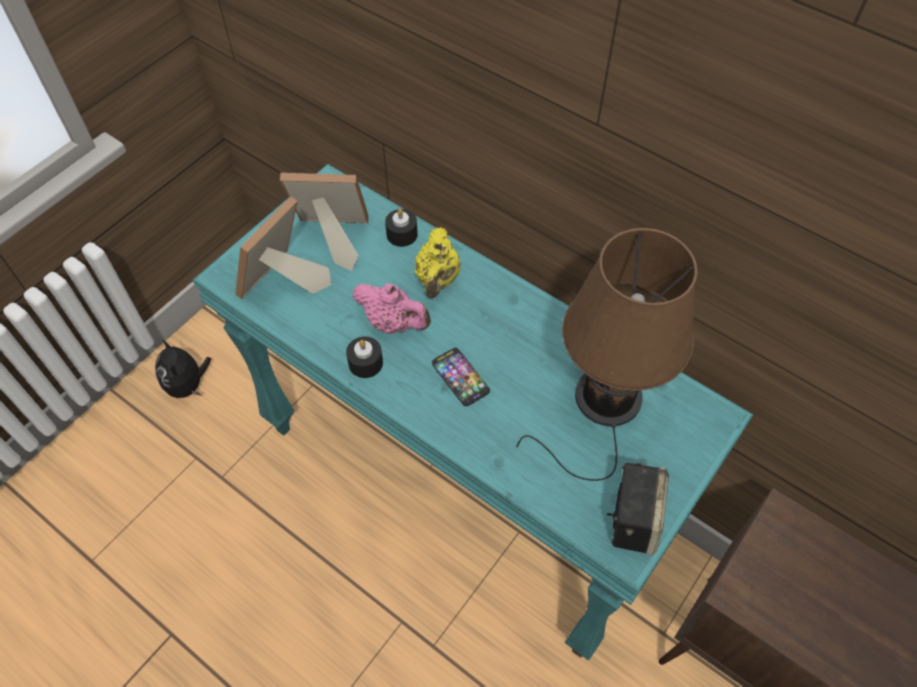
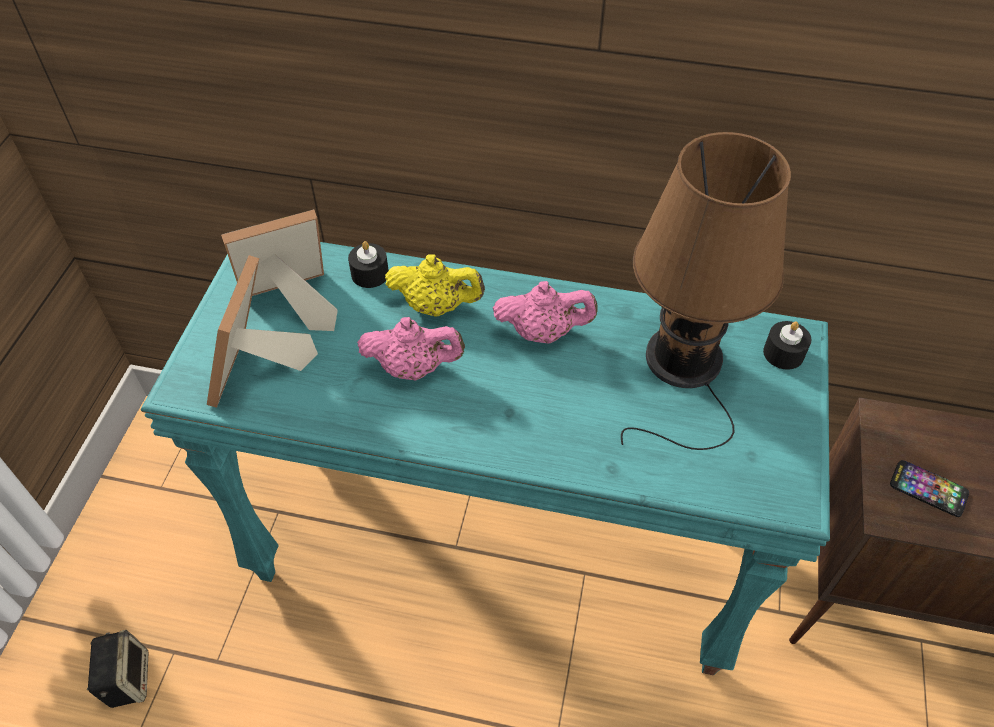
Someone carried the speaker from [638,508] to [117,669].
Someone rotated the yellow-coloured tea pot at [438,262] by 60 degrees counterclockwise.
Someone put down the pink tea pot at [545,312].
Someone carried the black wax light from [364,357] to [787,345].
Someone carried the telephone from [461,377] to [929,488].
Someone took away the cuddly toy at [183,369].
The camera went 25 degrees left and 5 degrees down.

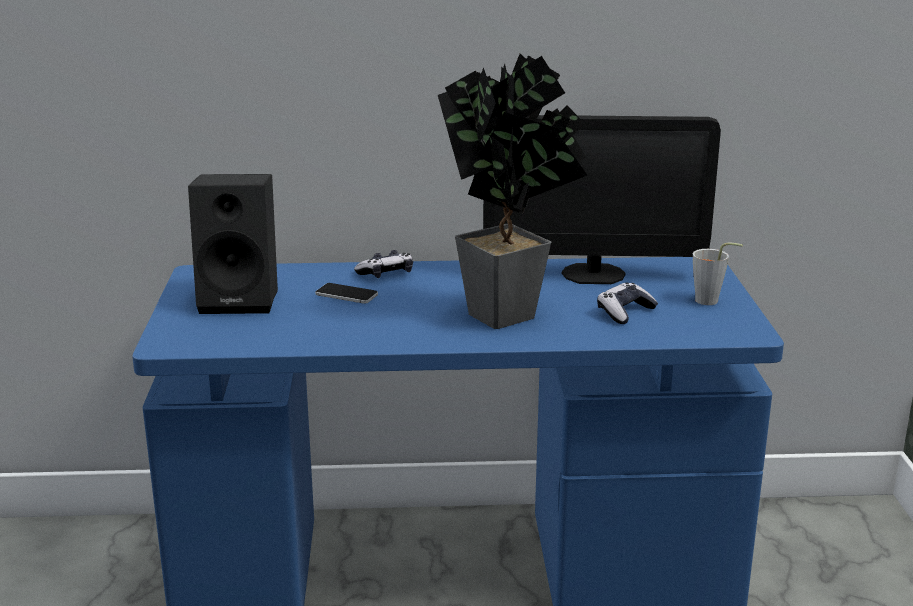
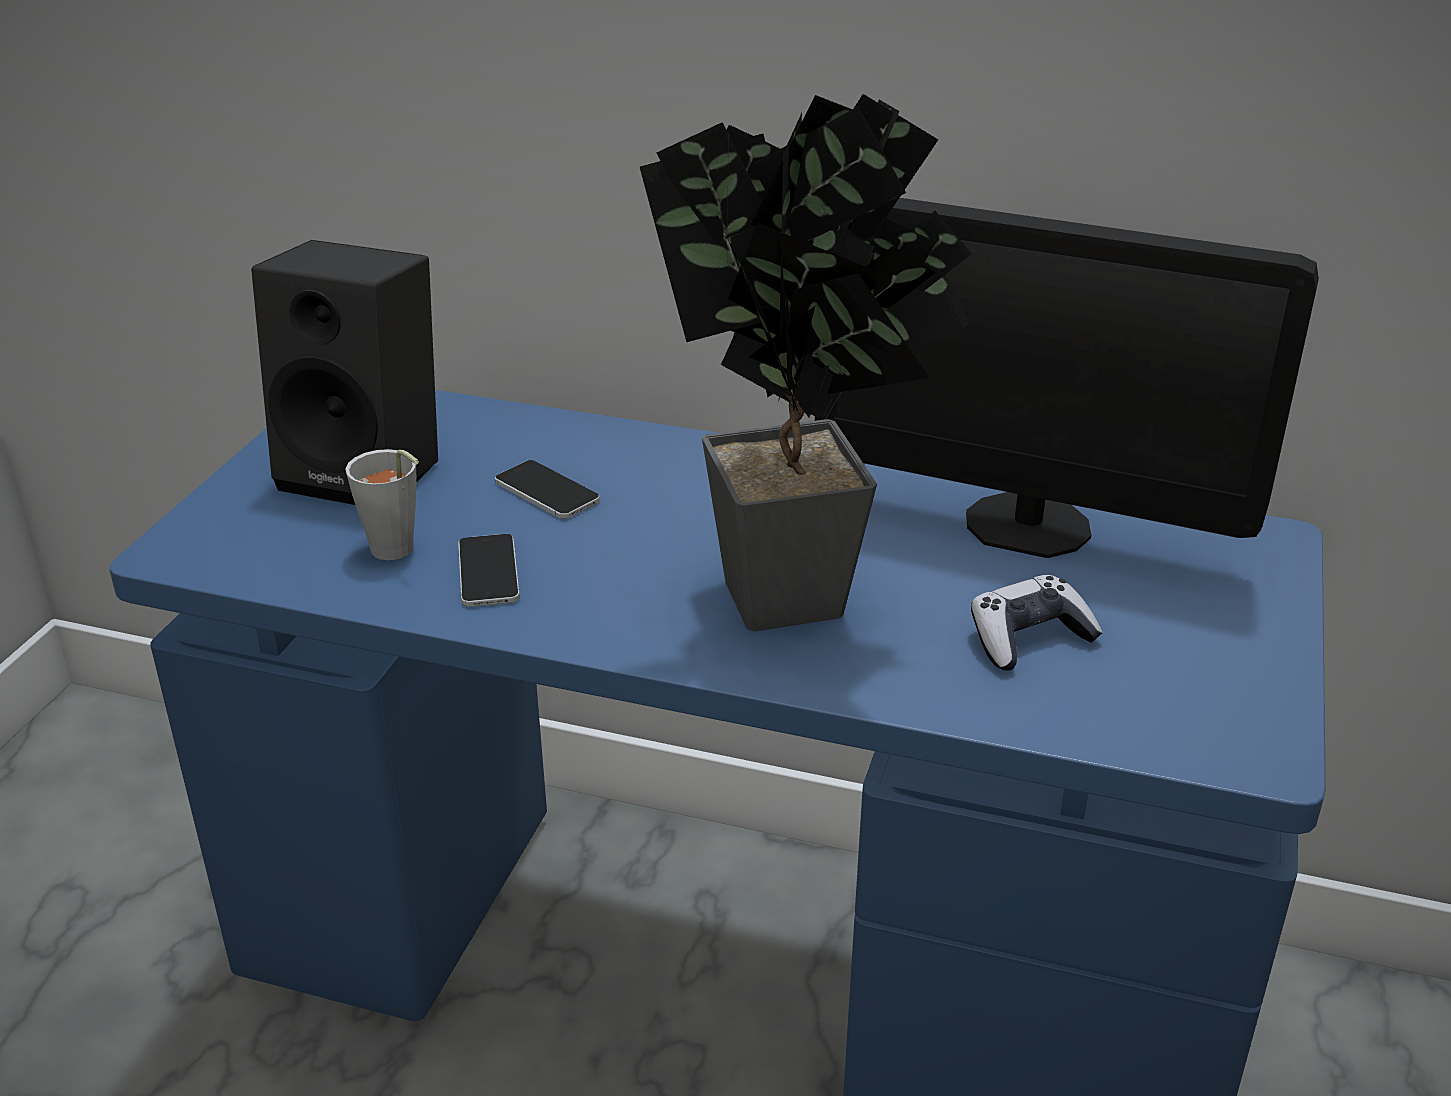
Someone carried the gray cup from [718,274] to [382,504].
Someone put down the telephone at [489,570].
Someone took away the game controller at [383,264].
The camera went 20 degrees right and 10 degrees up.

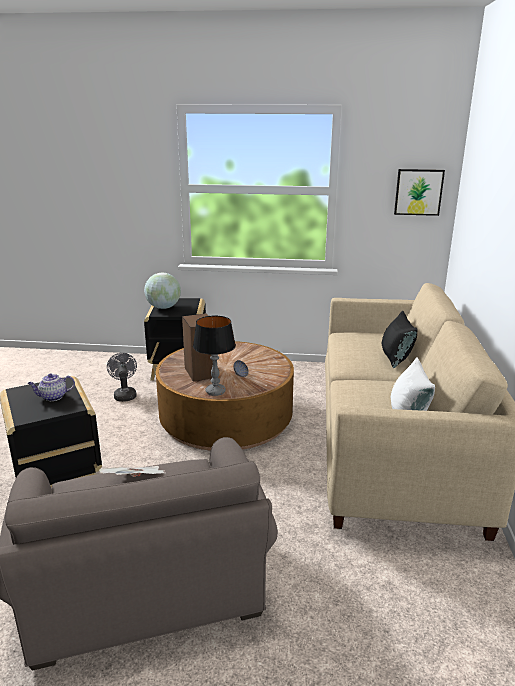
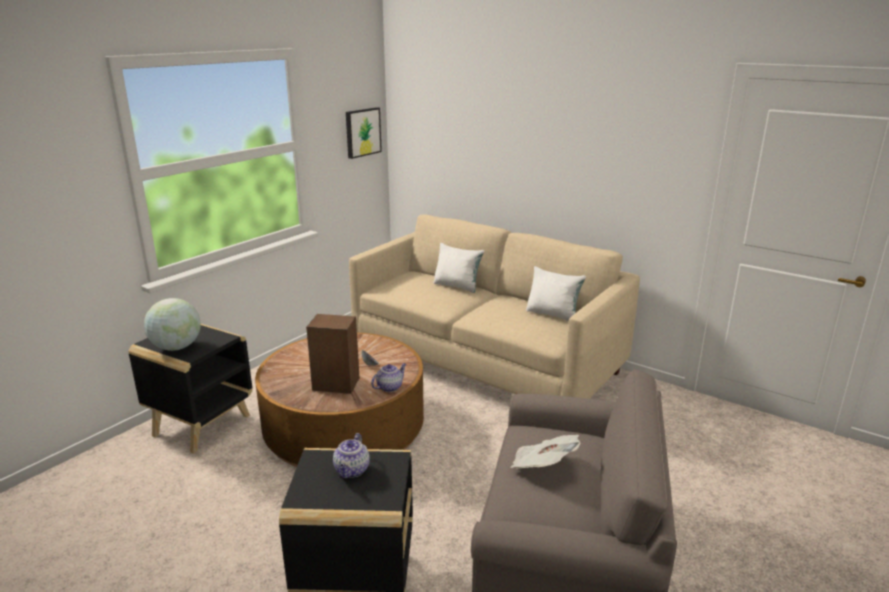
Someone swapped the tabletop lamp at [214,356] for the tea pot at [389,377].
Someone repainted the black throw pillow at [400,339], which became the white throw pillow at [458,268].
Someone took away the gray fan at [122,377].
The camera went 60 degrees left and 0 degrees up.

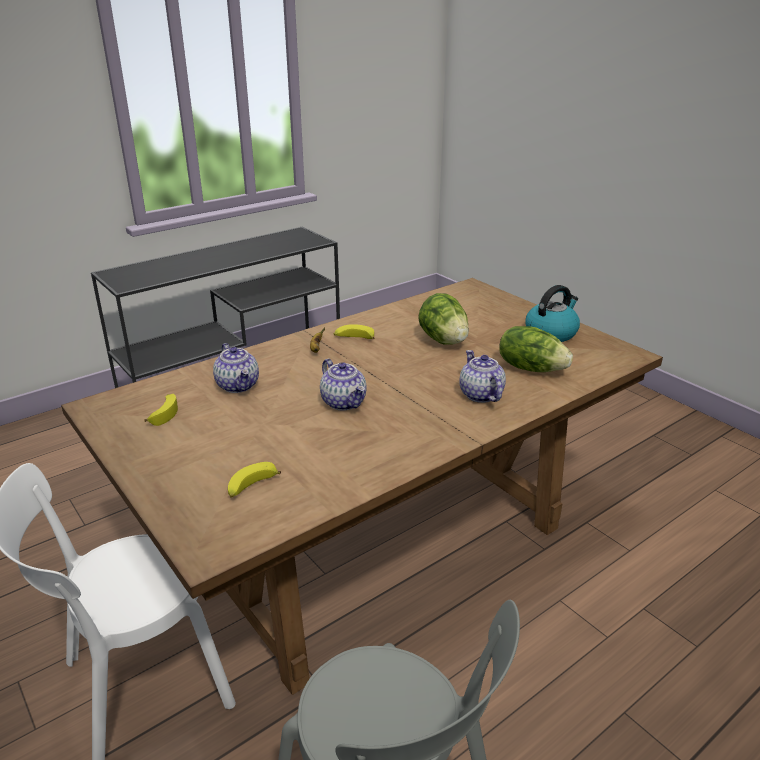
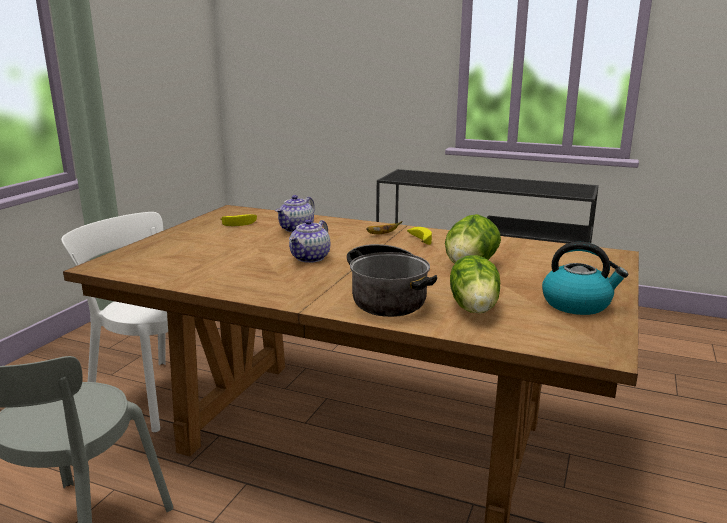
Someone swapped the tea pot at [482,376] for the stockpot at [392,280].
Someone took away the whole banana at [254,480].
The camera went 60 degrees right and 10 degrees down.

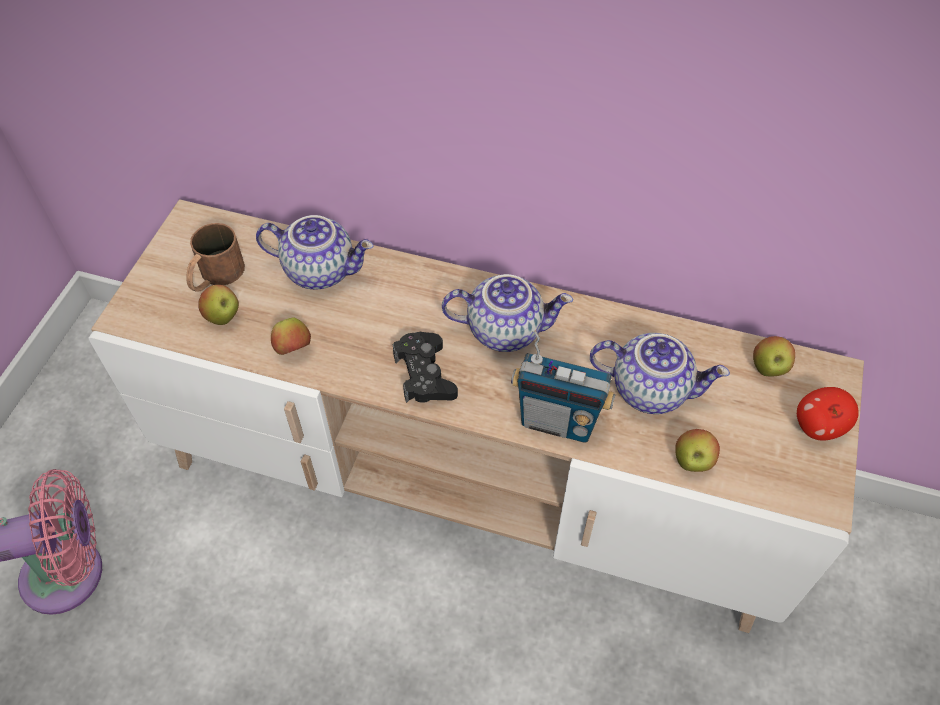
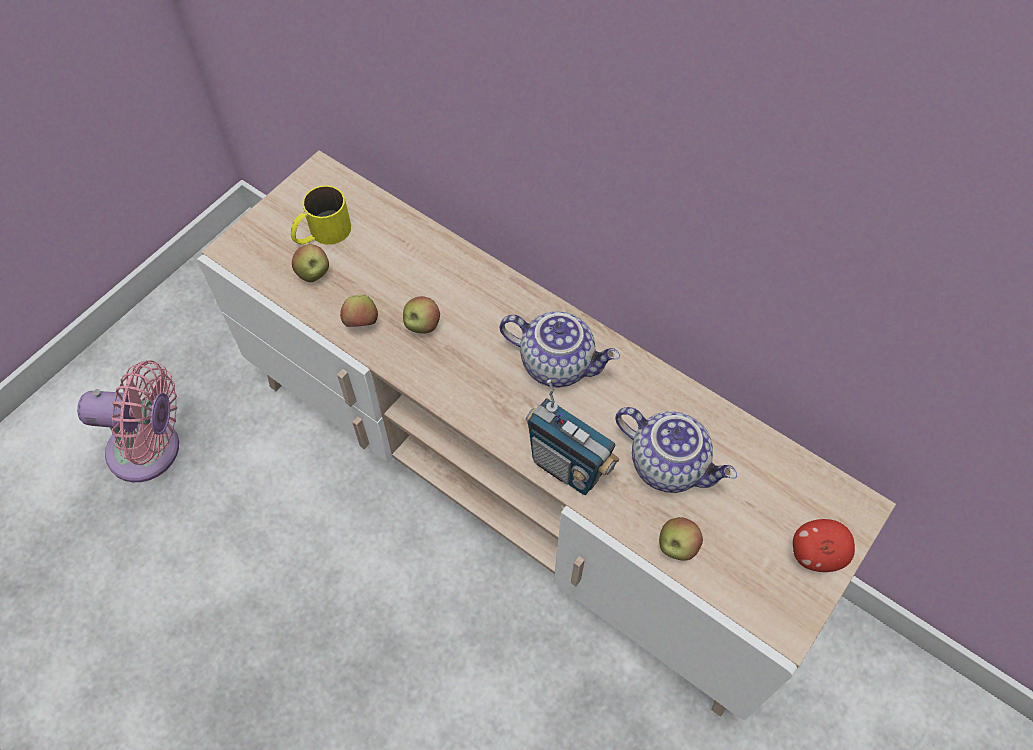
Someone repainted the brown mug at [215,257], which became the yellow-coloured mug at [321,215].
Someone carried the apple fruit from [774,356] to [421,315].
Someone took away the tea pot at [314,252].
Someone took away the black game controller at [425,367].
The camera went 20 degrees right and 5 degrees up.

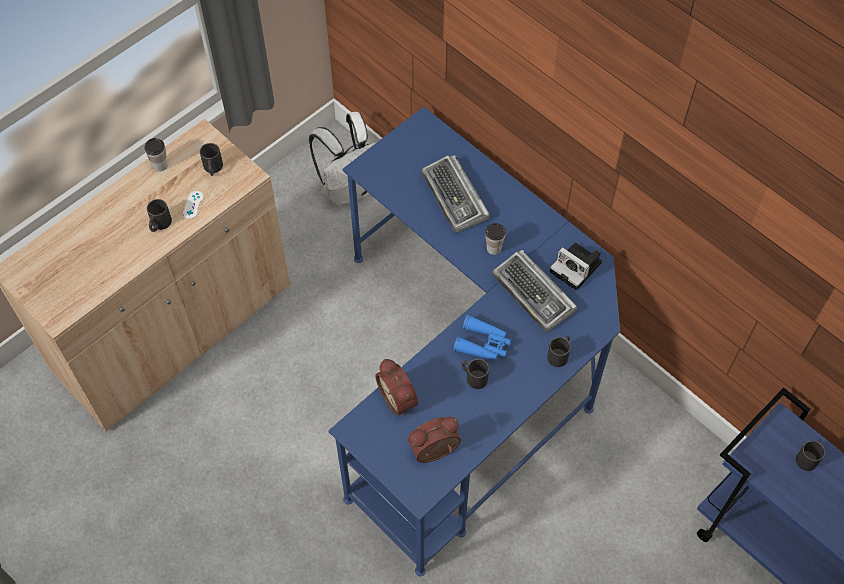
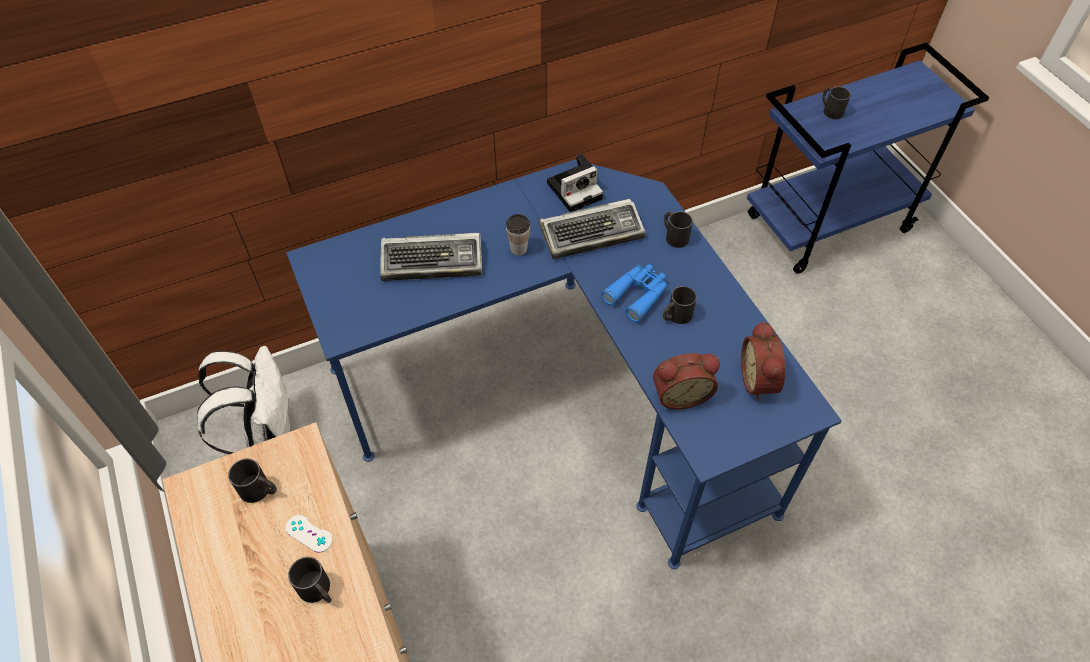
Someone took away the cup at [156,155].
The camera went 70 degrees left and 5 degrees down.

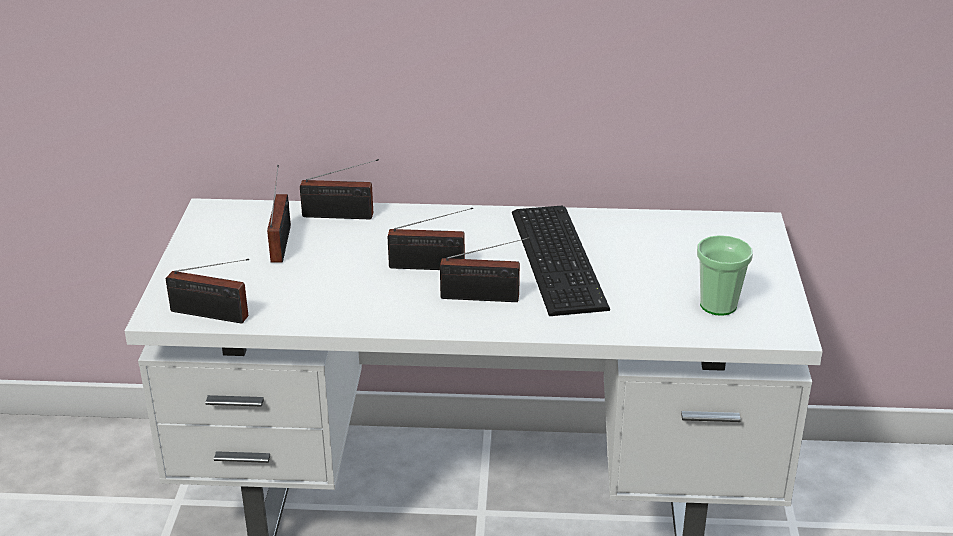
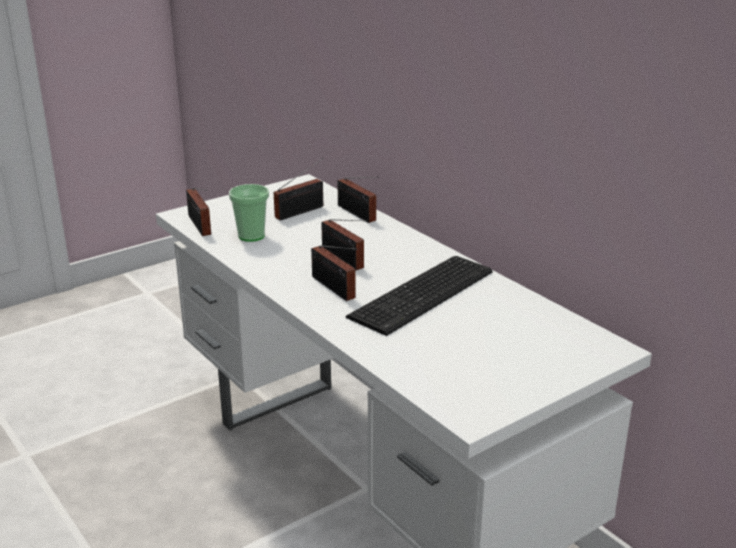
Someone carried the cup from [725,275] to [249,213].
The camera went 50 degrees right and 5 degrees down.

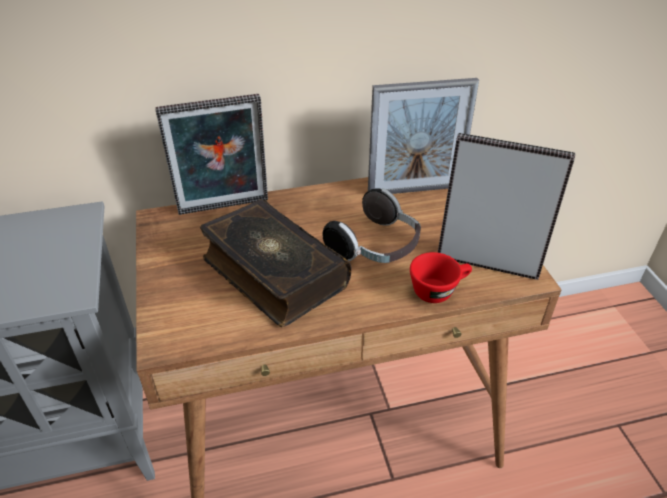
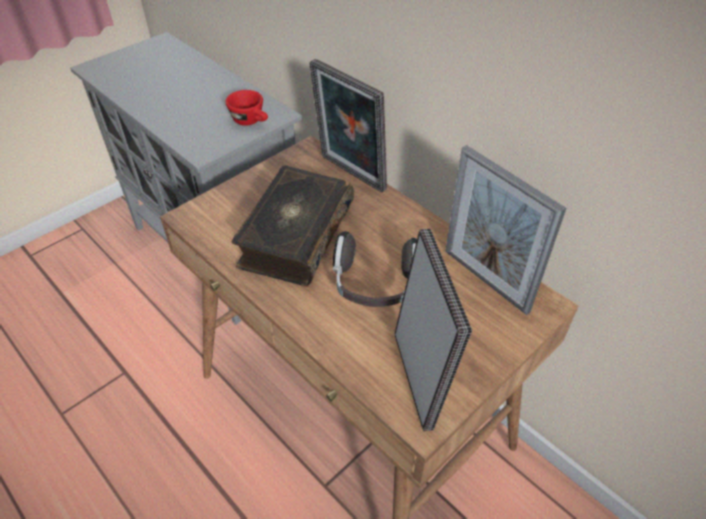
Someone carried the red cup from [441,277] to [246,108].
The camera went 60 degrees right and 5 degrees up.

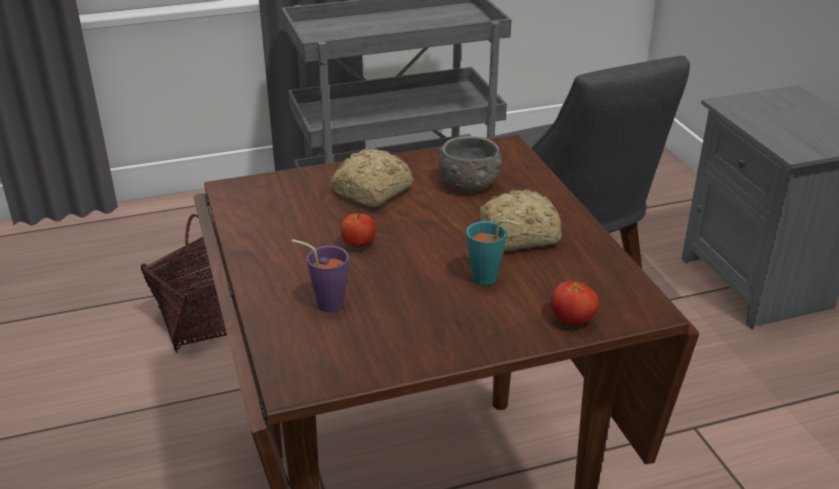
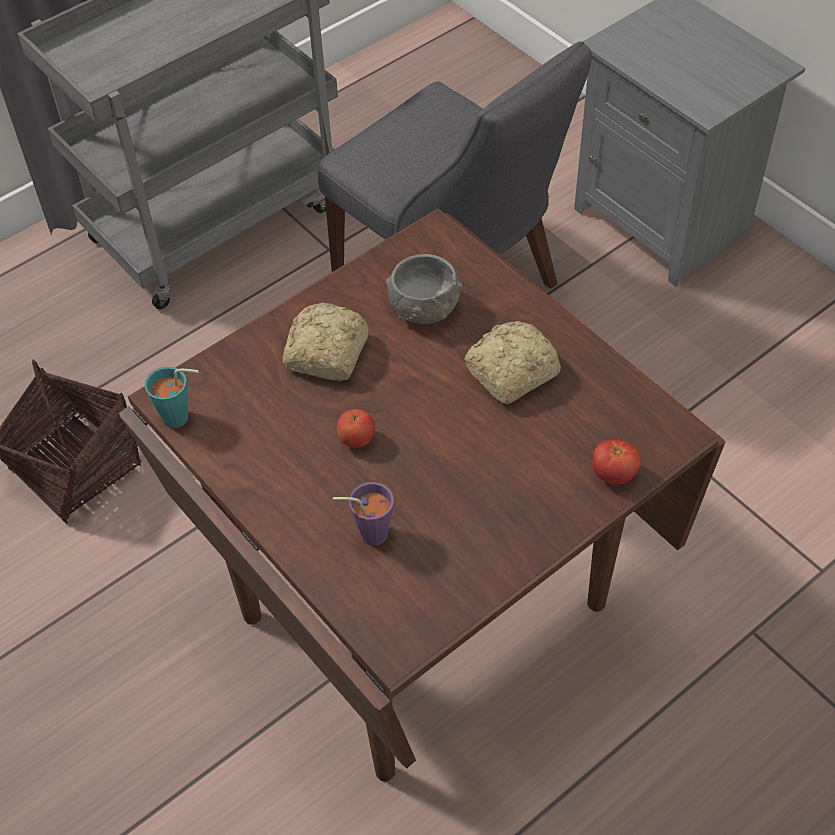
Someone carried the turquoise cup from [493,253] to [171,397].
The camera went 20 degrees left and 20 degrees up.

